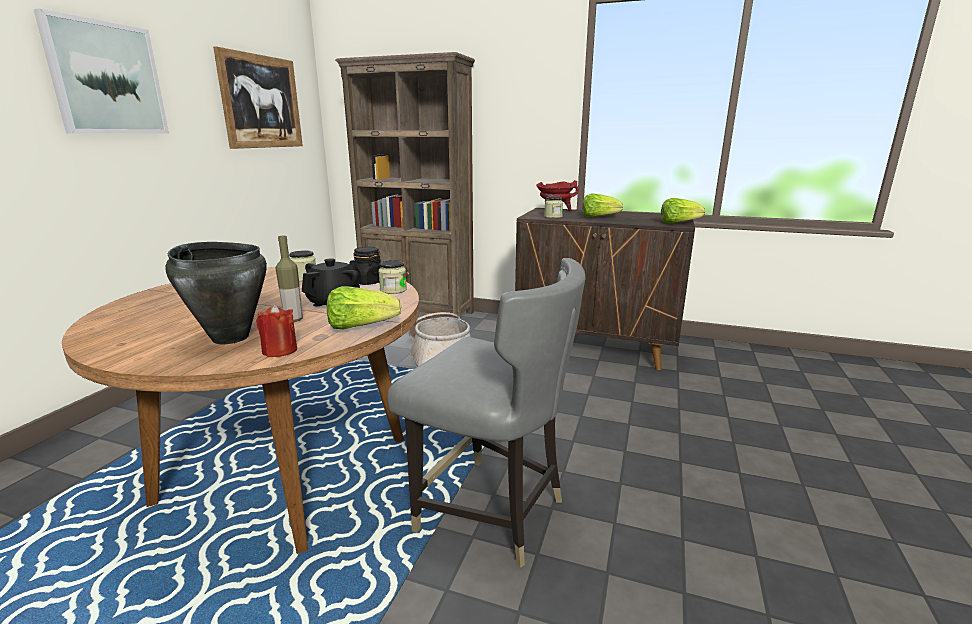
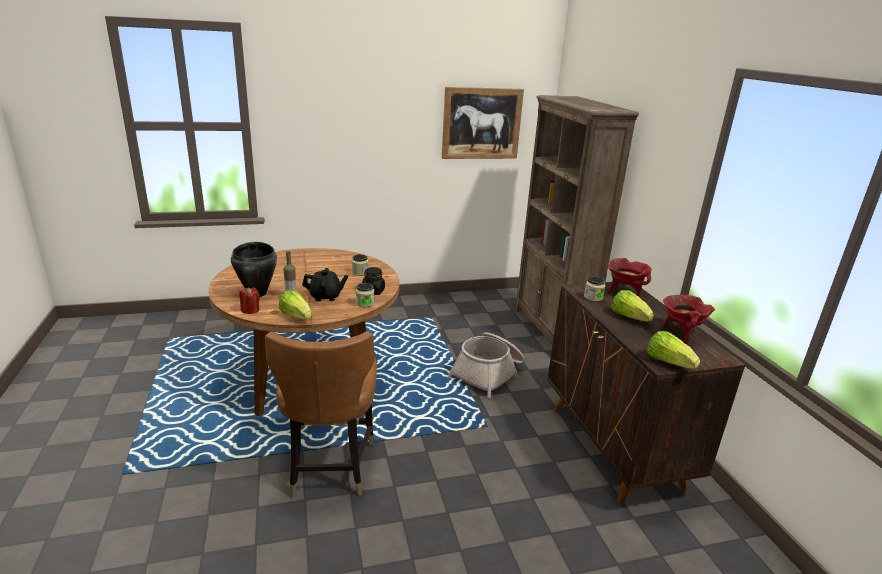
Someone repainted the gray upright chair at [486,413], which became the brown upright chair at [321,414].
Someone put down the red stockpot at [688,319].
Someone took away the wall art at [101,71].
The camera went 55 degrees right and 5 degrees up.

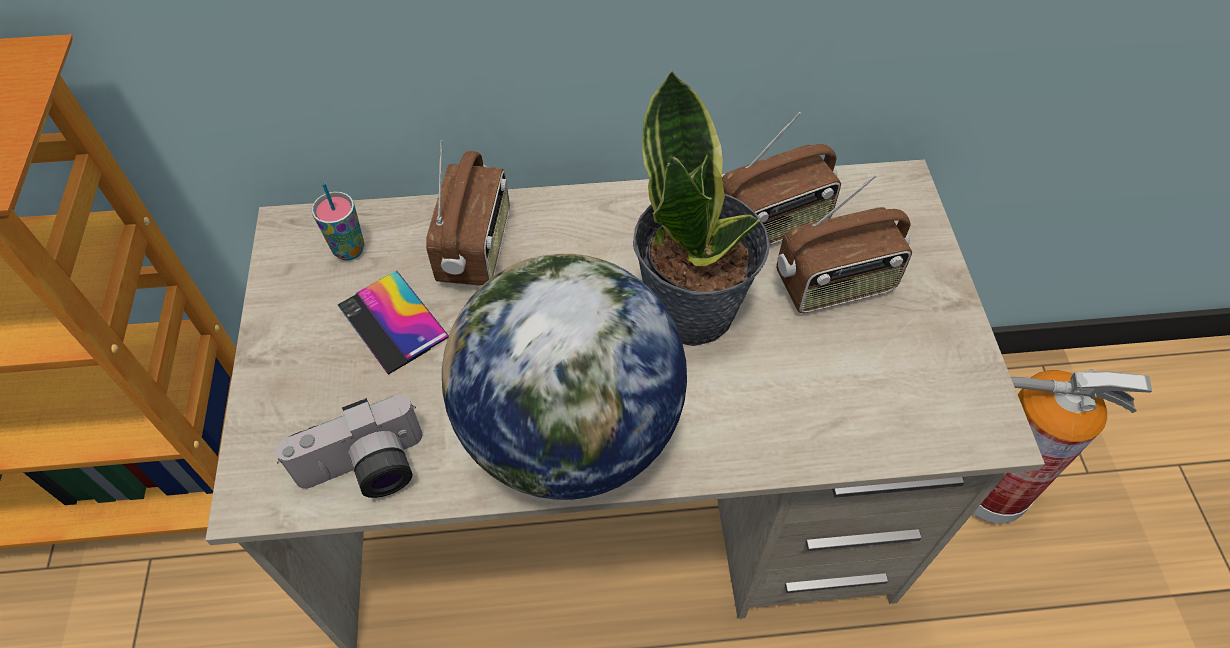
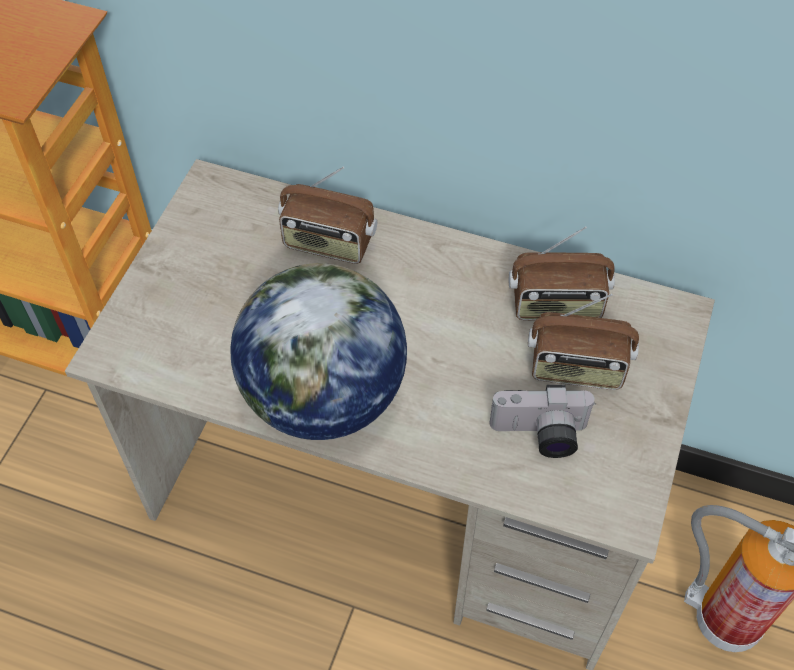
Someone rotated the radio receiver at [468,213] by 75 degrees clockwise.
Someone carried the still camera from [349,446] to [542,421].
Someone took away the cup at [338,222].
Someone took away the telephone at [393,323].
Someone took away the potted plant at [701,207].
The camera went 25 degrees right and 0 degrees up.

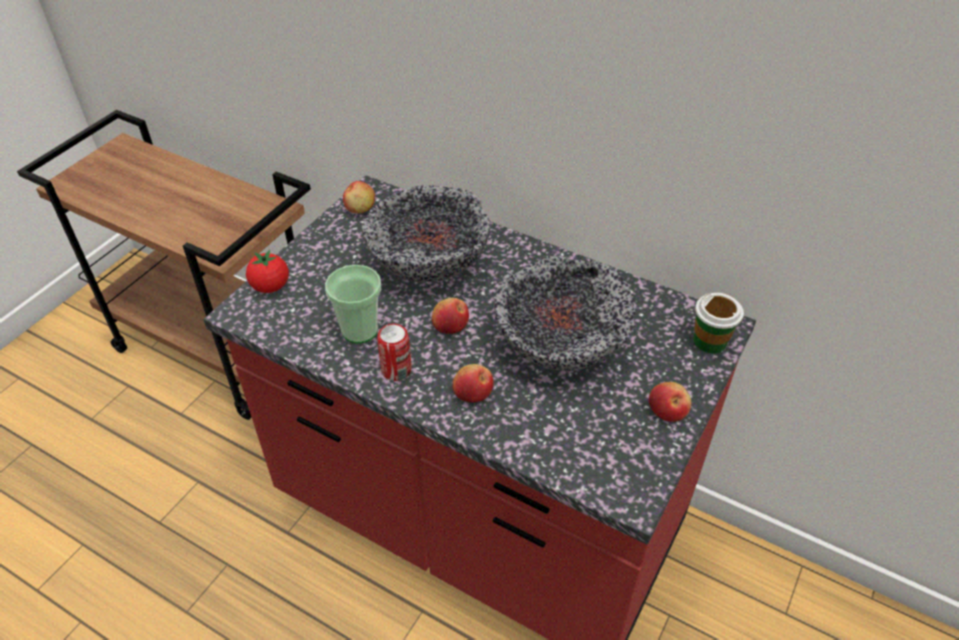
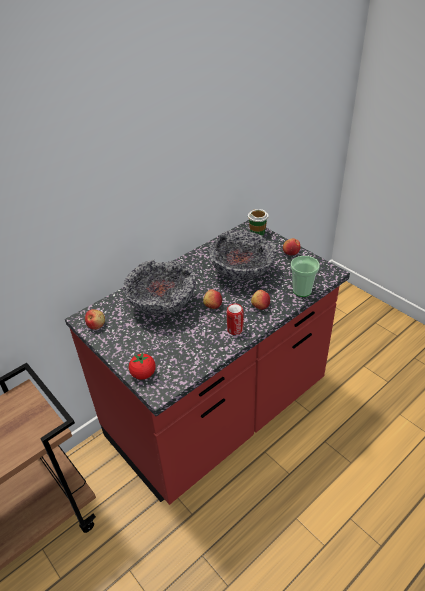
Someone carried the cup from [353,304] to [305,276].
The camera went 70 degrees left and 5 degrees down.

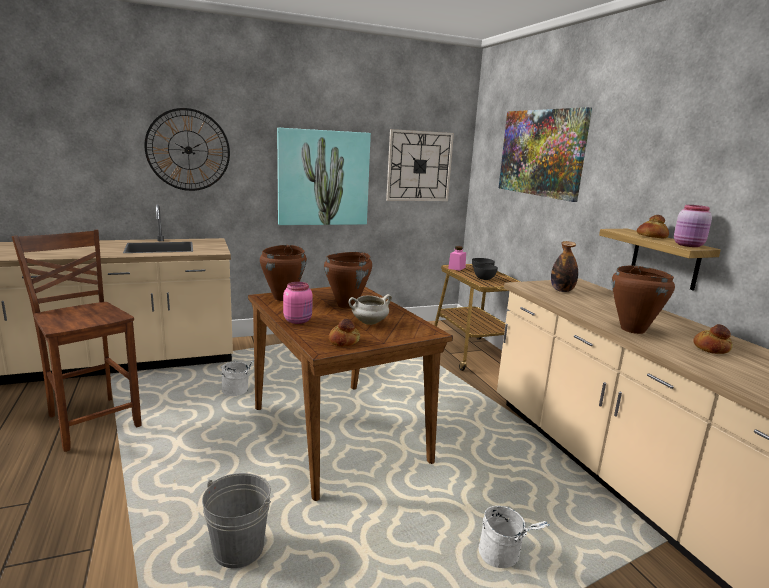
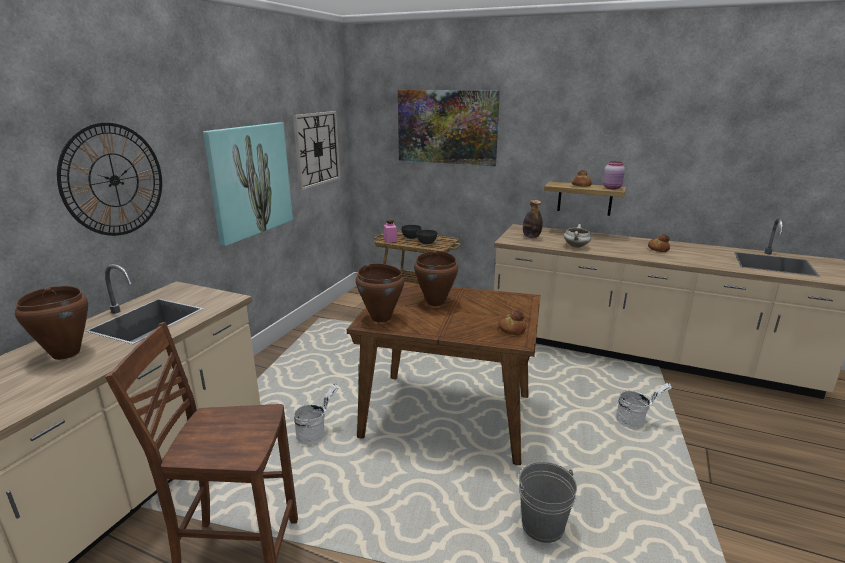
Someone carried the brown stockpot from [643,300] to [51,323].
Someone carried the white stockpot from [370,309] to [577,236].
Someone took away the pink preserve jar at [298,303].
The camera went 45 degrees left and 5 degrees up.

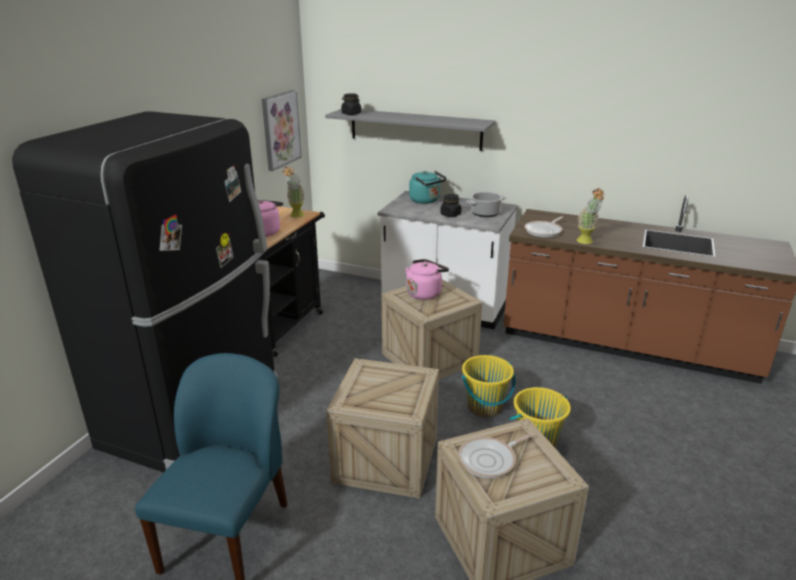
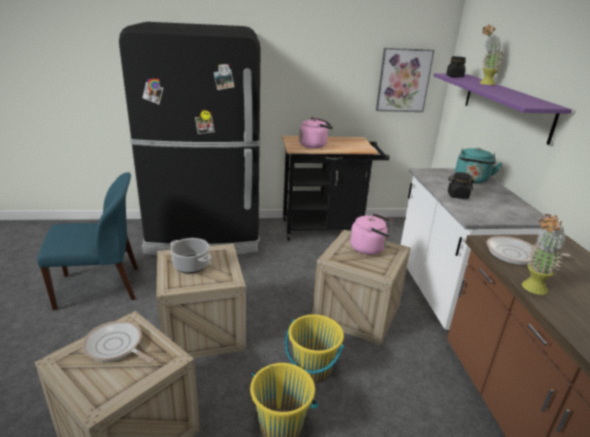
Someone carried the stockpot from [486,204] to [190,255].
Someone repainted the gray wall shelf at [410,130], which became the purple-coloured wall shelf at [503,109].
Someone carried the potted plant from [293,192] to [491,55].
The camera went 60 degrees right and 0 degrees up.

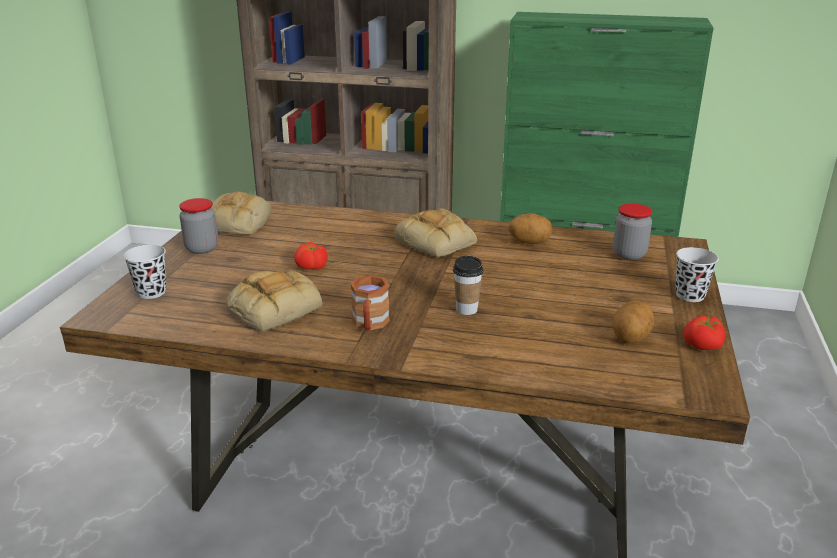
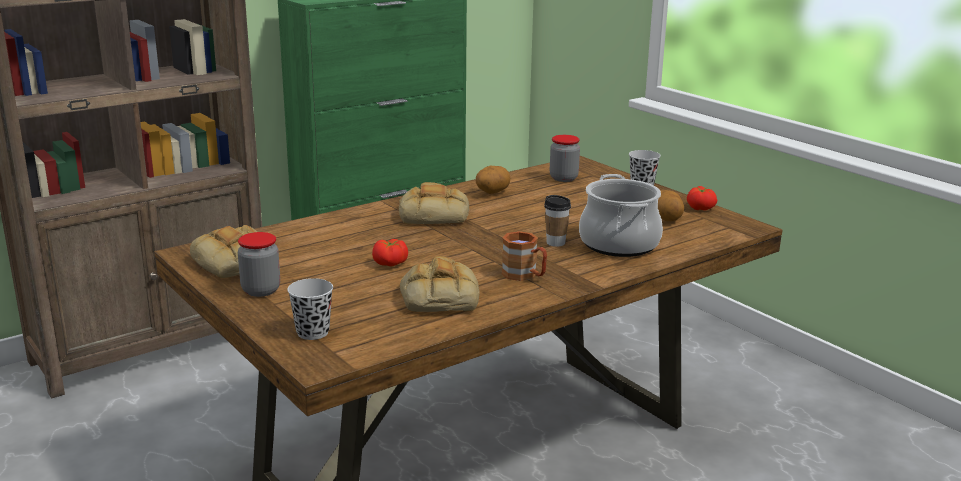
Someone put down the stockpot at [621,215].
The camera went 50 degrees left and 5 degrees down.

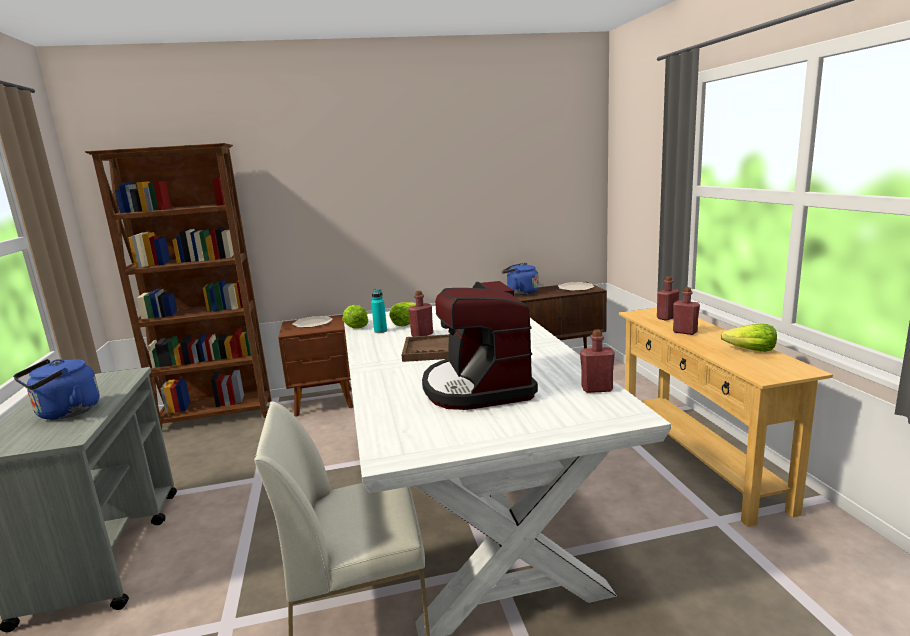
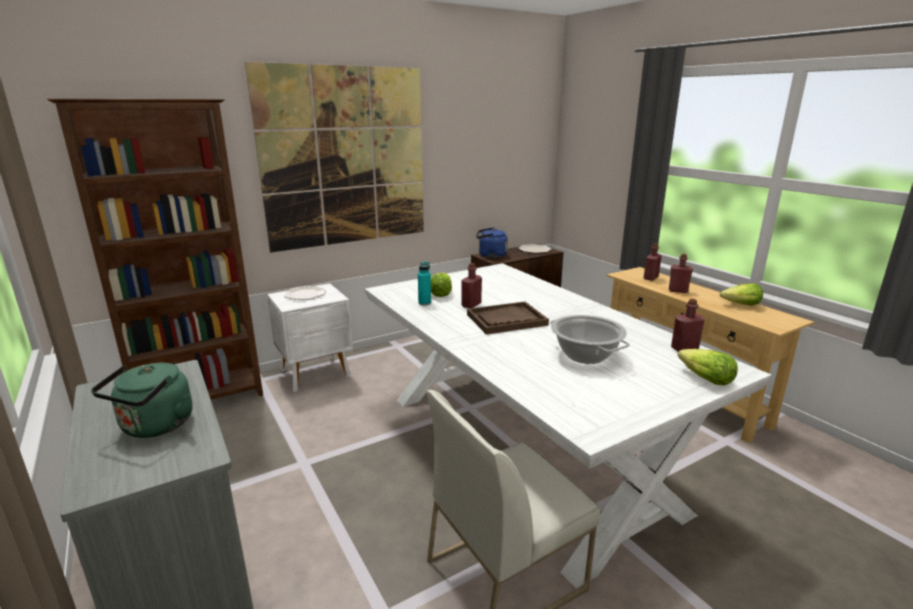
Someone repainted the blue-coloured kettle at [56,389], which became the green-coloured kettle at [141,400].
Someone put up the wall art at [334,157].
Someone repainted the brown bedside table at [315,366], which became the white bedside table at [310,337].
Someone swapped the coffee maker at [480,345] for the stockpot at [590,339].
Someone carried the head of lettuce from [355,317] to [707,367].
The camera went 20 degrees left and 5 degrees up.

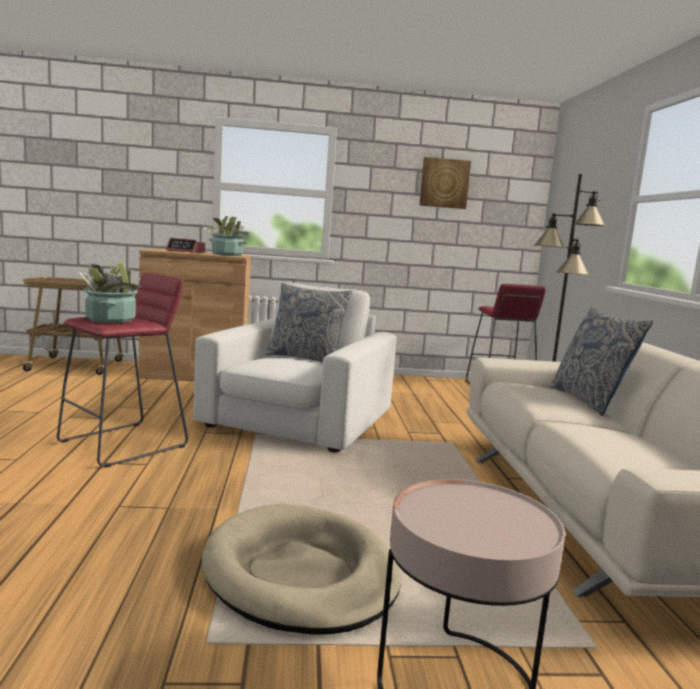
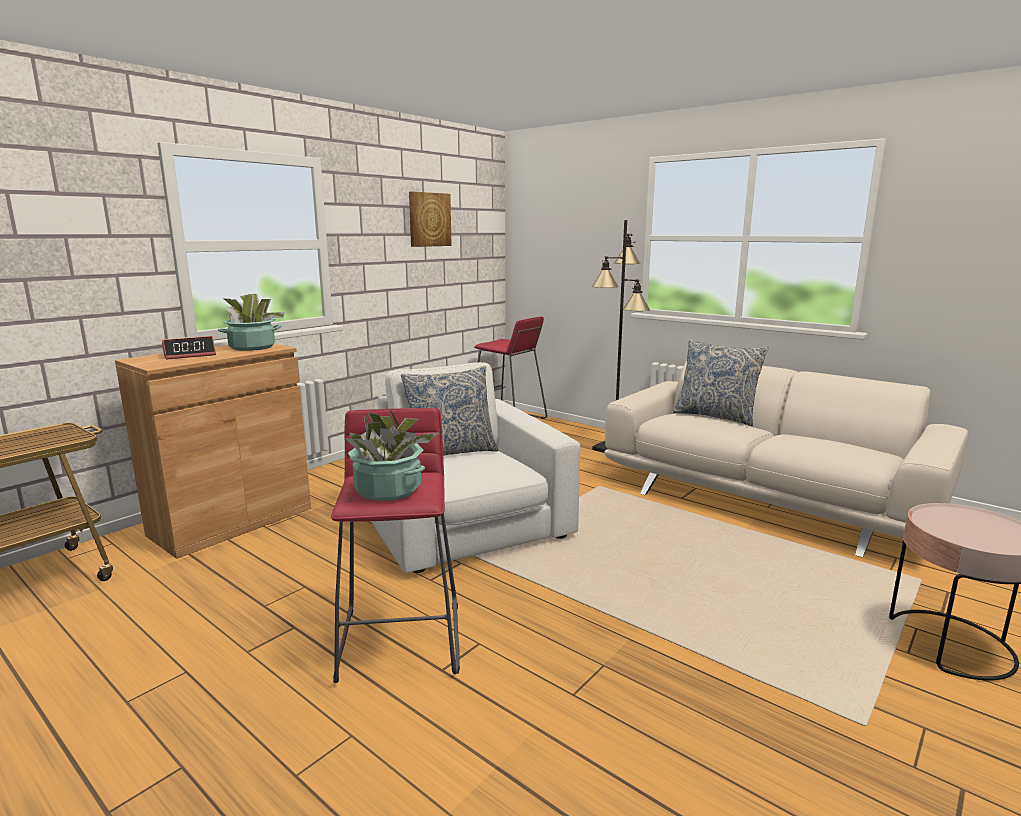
Someone took away the beige-coloured dog cushion at [301,569].
The camera went 45 degrees left and 5 degrees up.

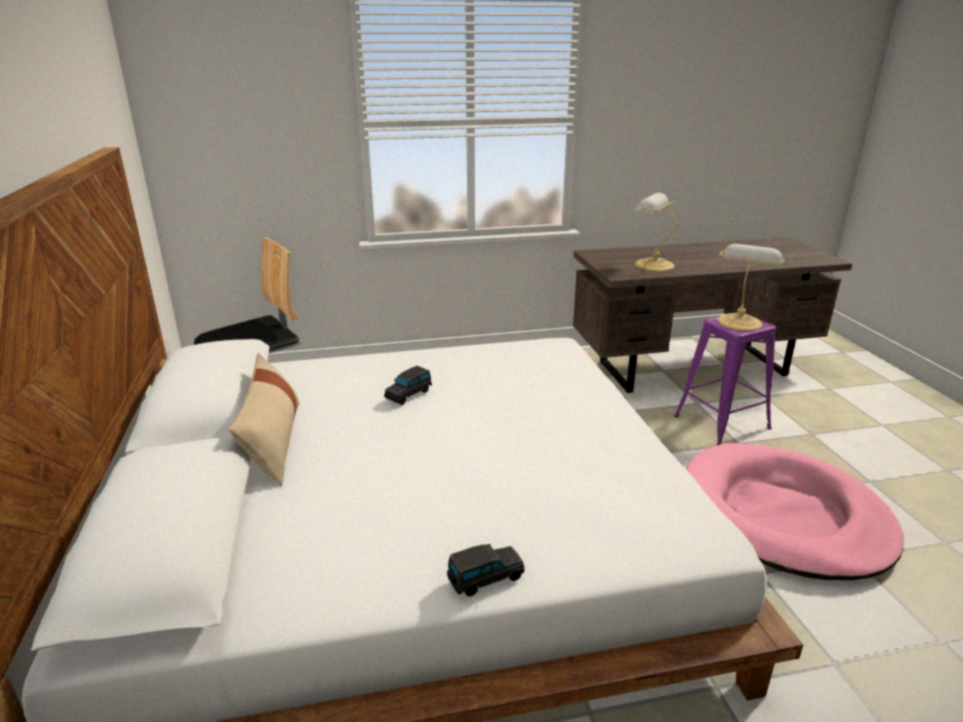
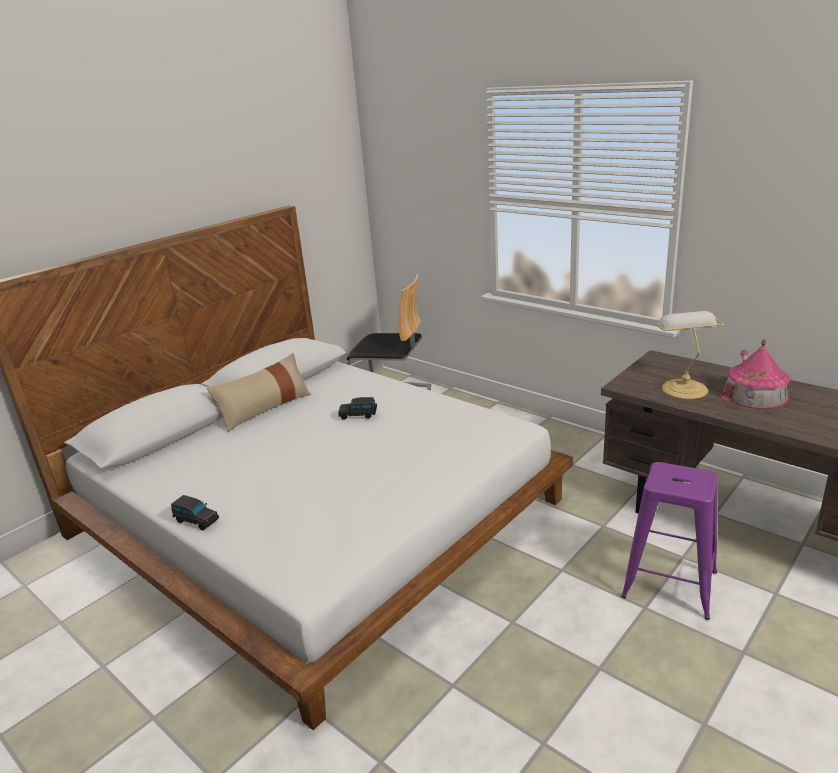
Someone put down the miniature house at [755,374].
Someone took away the pink dog cushion at [795,511].
Someone took away the tabletop lamp at [751,287].
The camera went 55 degrees right and 0 degrees up.

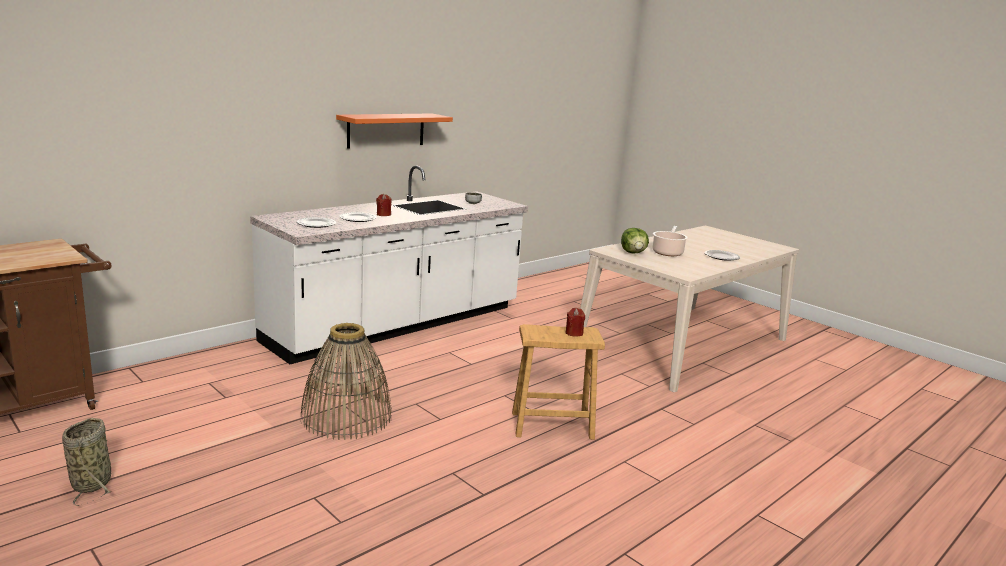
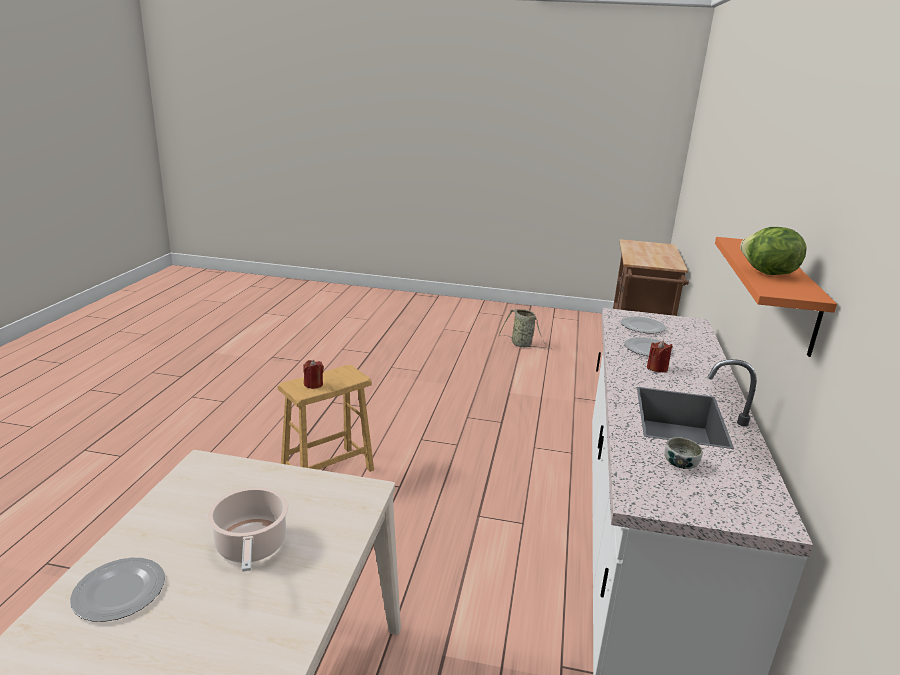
Someone carried the head of lettuce from [635,241] to [773,251].
Someone took away the storage basket at [346,381].
The camera went 145 degrees right and 5 degrees up.

